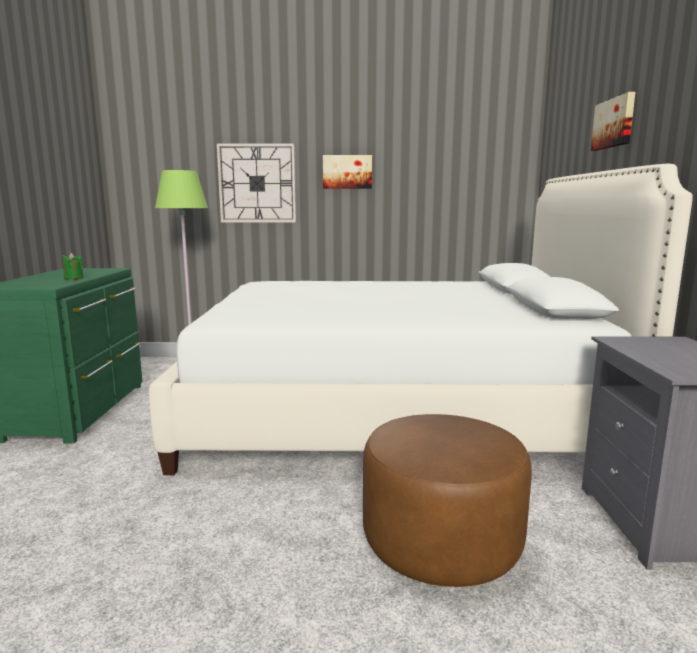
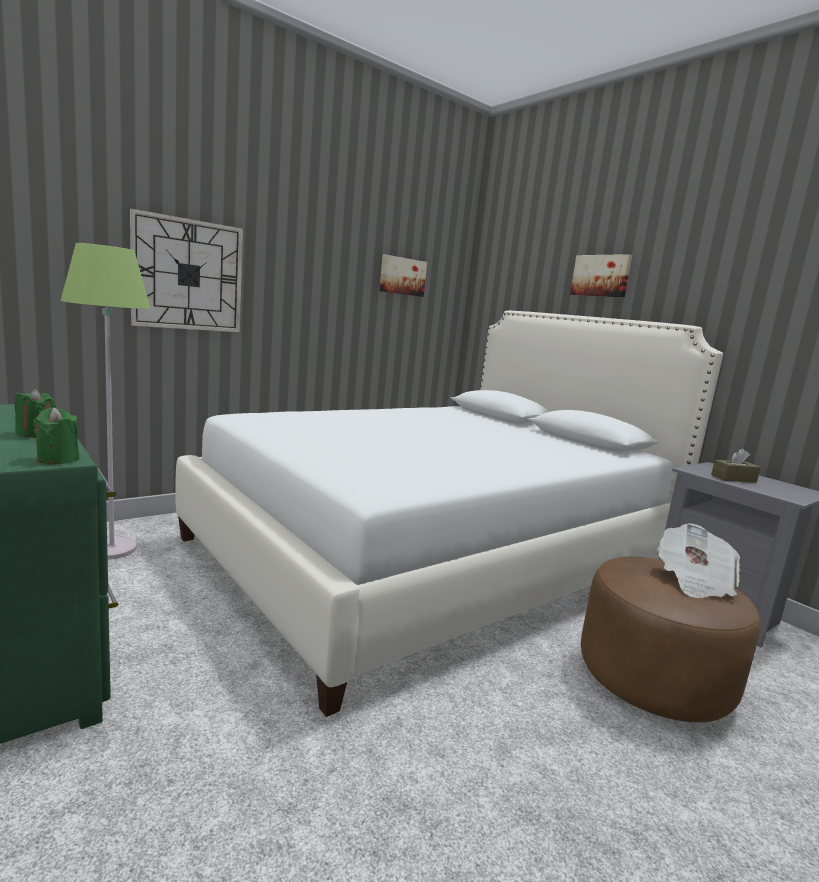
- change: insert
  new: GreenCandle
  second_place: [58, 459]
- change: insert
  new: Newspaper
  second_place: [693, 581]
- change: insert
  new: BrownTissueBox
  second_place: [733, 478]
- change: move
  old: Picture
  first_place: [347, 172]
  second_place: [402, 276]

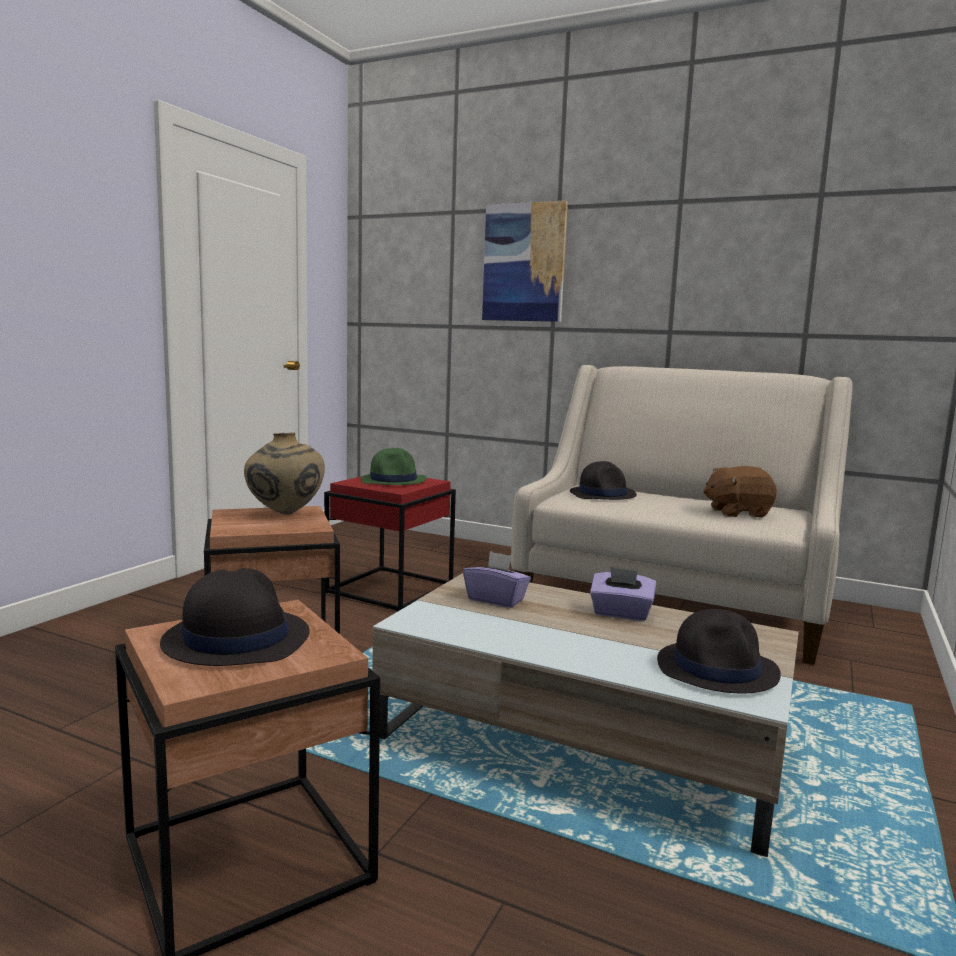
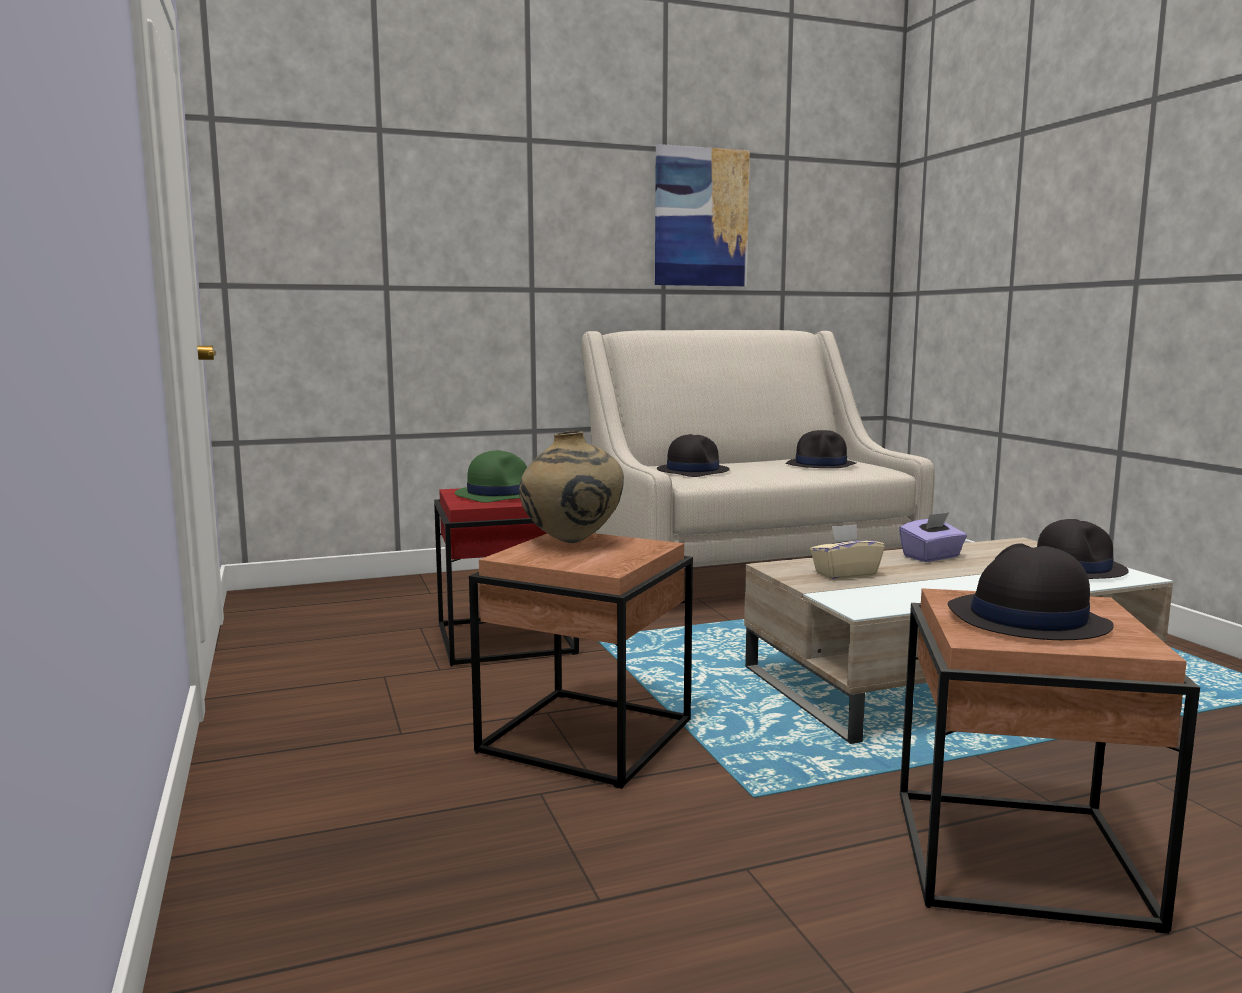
- change: move
  old: Picture
  first_place: [524, 263]
  second_place: [701, 217]
- change: replace
  old: BrownPlushToy
  new: BlackHat
  first_place: [737, 513]
  second_place: [821, 465]
- change: recolor
  old: PurpleTissueBox
  new: BeigeTissueBox
  first_place: [496, 599]
  second_place: [845, 574]

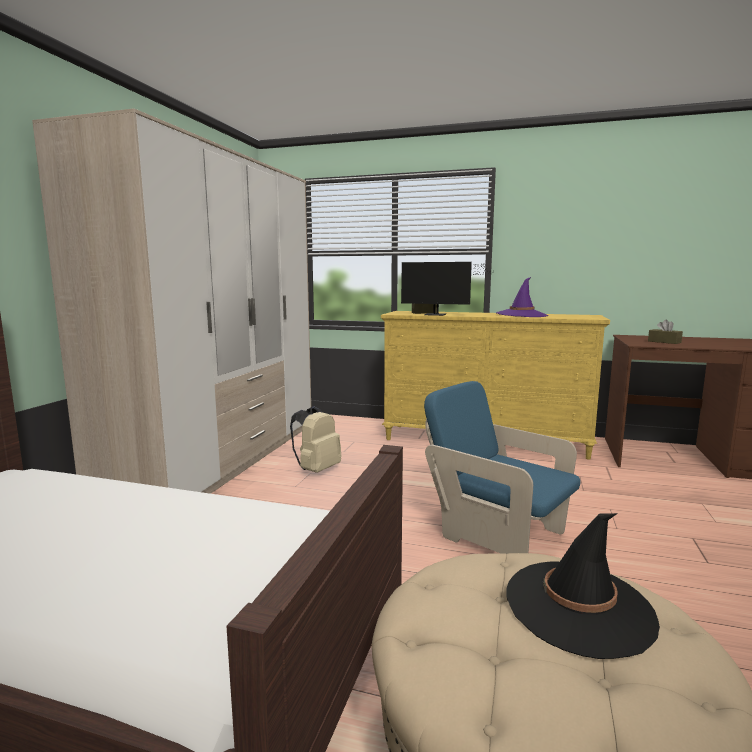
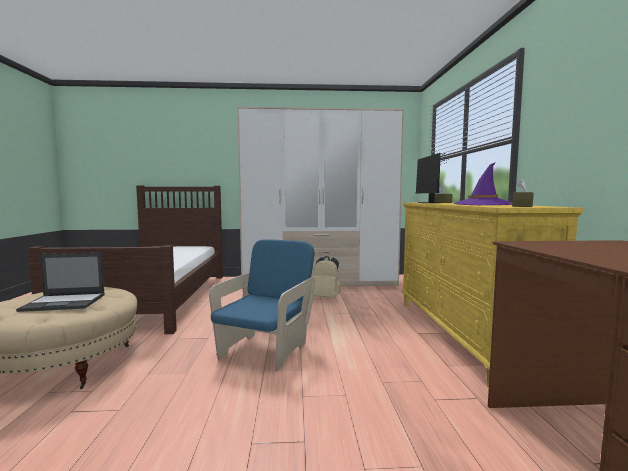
- change: move
  old: BrownTissueBox
  first_place: [664, 342]
  second_place: [522, 206]
- change: replace
  old: BlackHat
  new: Laptop
  first_place: [579, 607]
  second_place: [65, 302]

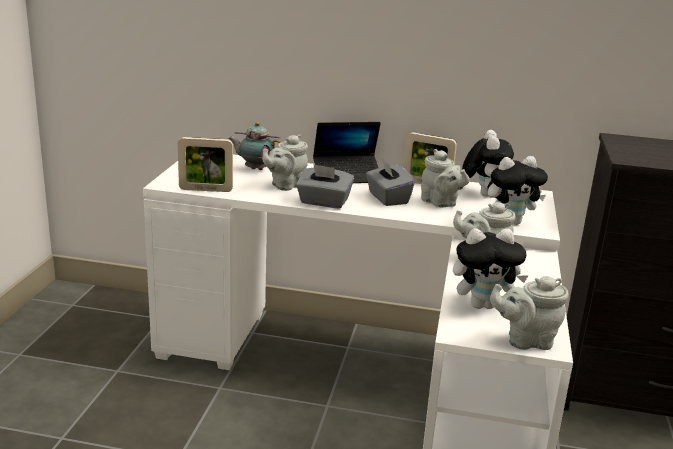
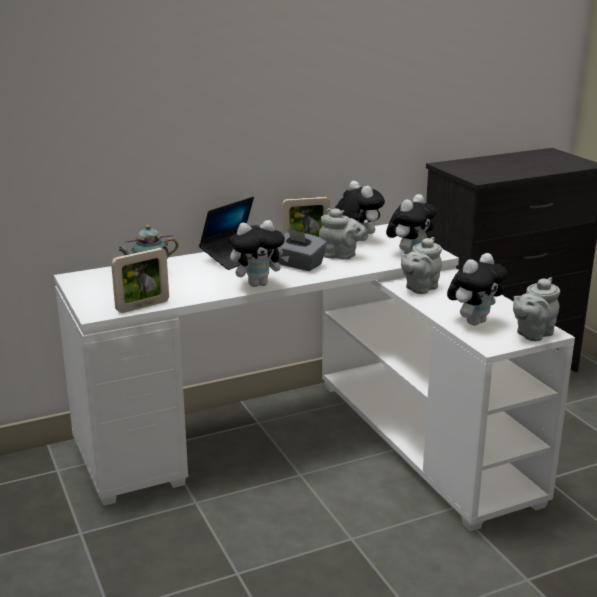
- change: delete
  old: GreyTeapot
  first_place: [285, 185]
- change: replace
  old: GreyTissueBox
  new: PlushToy
  first_place: [323, 202]
  second_place: [258, 284]

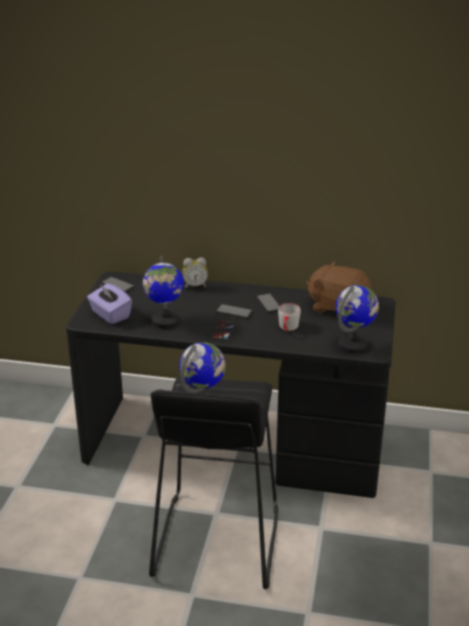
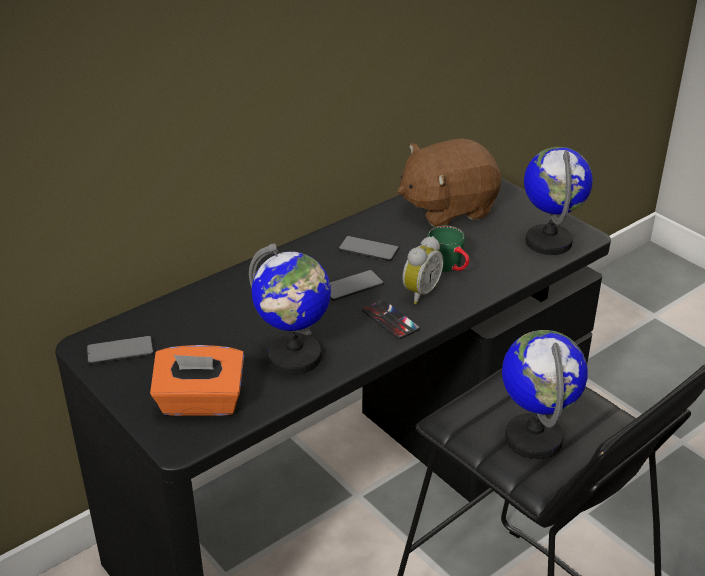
- change: move
  old: AlarmClock
  first_place: [195, 286]
  second_place: [419, 292]
- change: recolor
  old: PurpleTissueBox
  new: OrangeTissueBox
  first_place: [110, 315]
  second_place: [200, 403]
- change: recolor
  old: GreyMug
  new: GreenMug
  first_place: [288, 328]
  second_place: [450, 266]

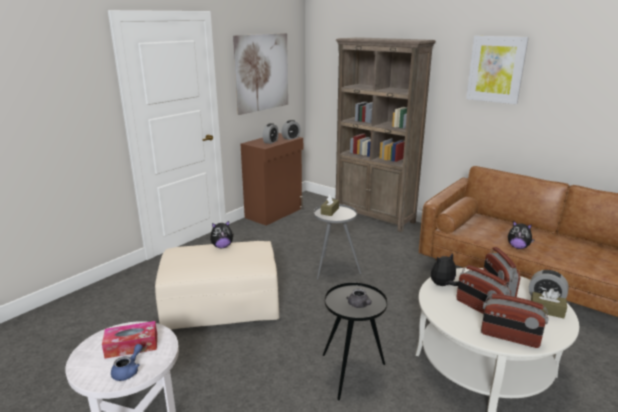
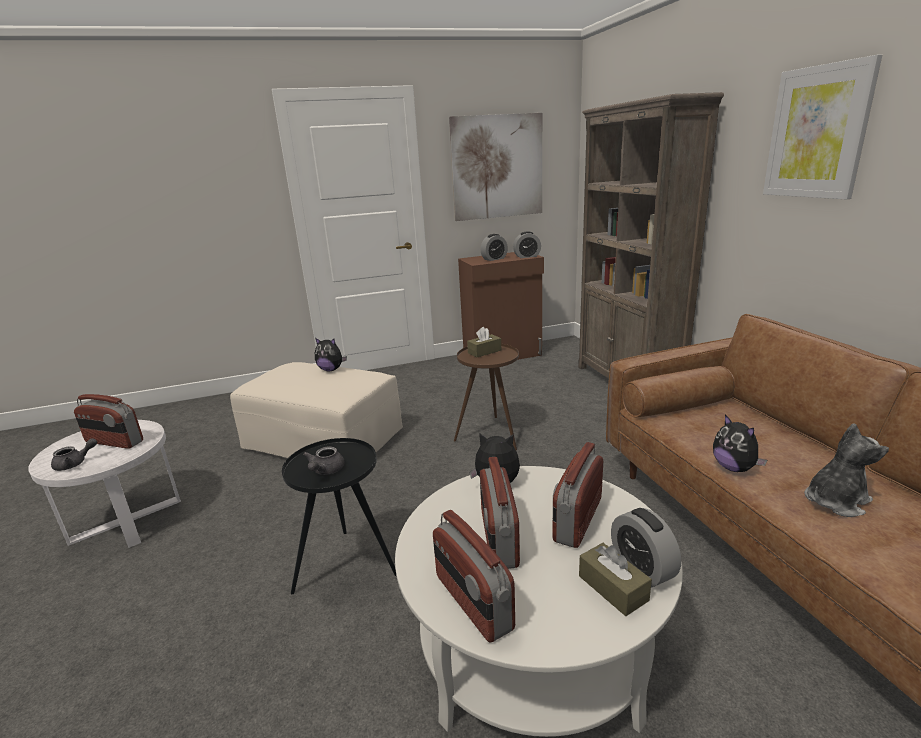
- change: insert
  new: PlushToy
  second_place: [835, 501]
- change: replace
  old: TissueBox
  new: Radio
  first_place: [132, 346]
  second_place: [114, 442]
- change: recolor
  old: BlueTeapot
  new: GreyTeapot
  first_place: [128, 371]
  second_place: [75, 464]
- change: recolor
  old: GreySideTable
  new: BrownSideTable
  first_place: [334, 268]
  second_place: [491, 434]

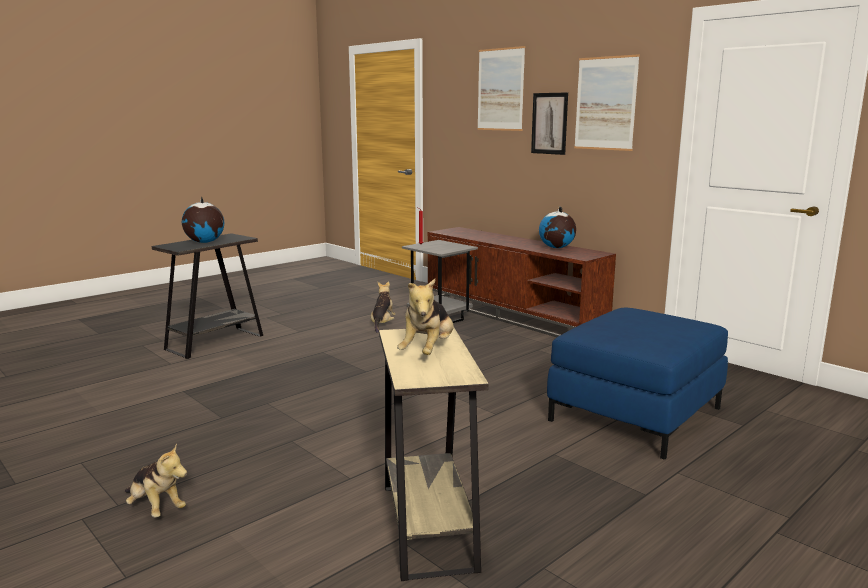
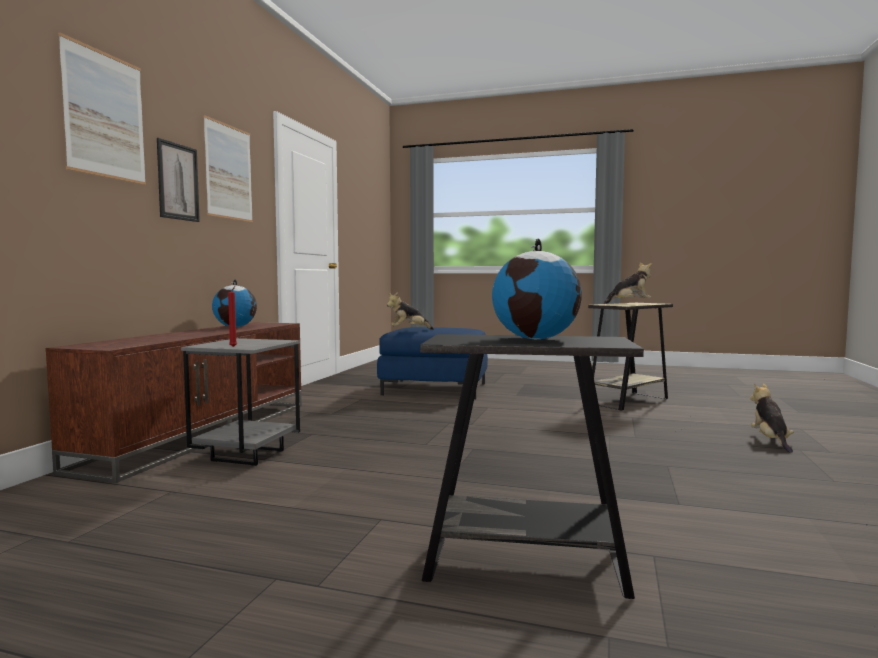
- change: move
  old: PlushToy
  first_place: [382, 324]
  second_place: [408, 330]

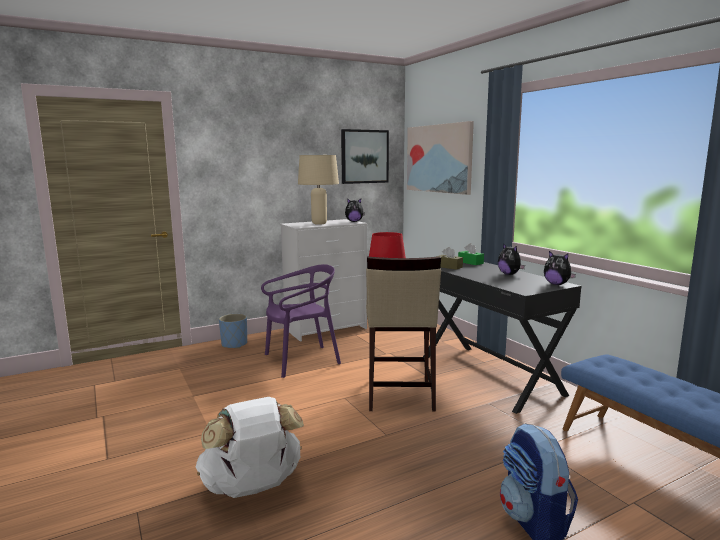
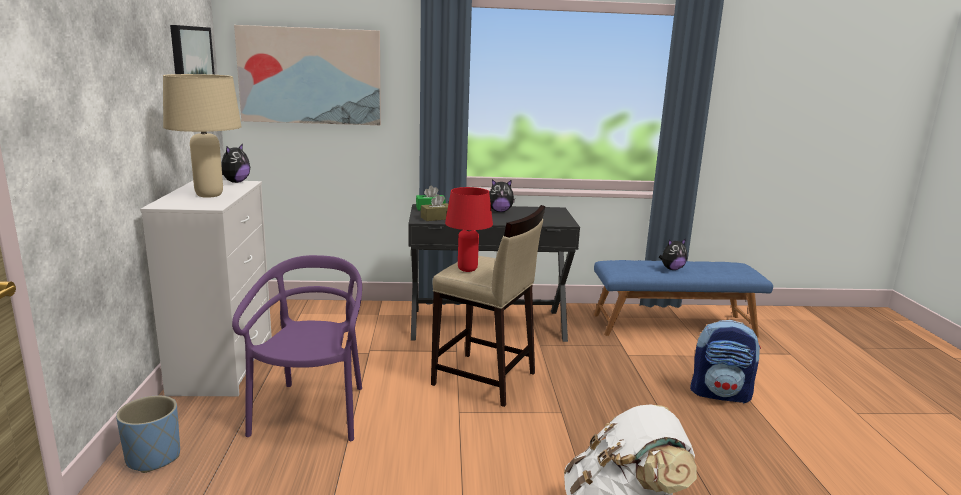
- change: move
  old: PlushToy
  first_place: [557, 284]
  second_place: [672, 269]

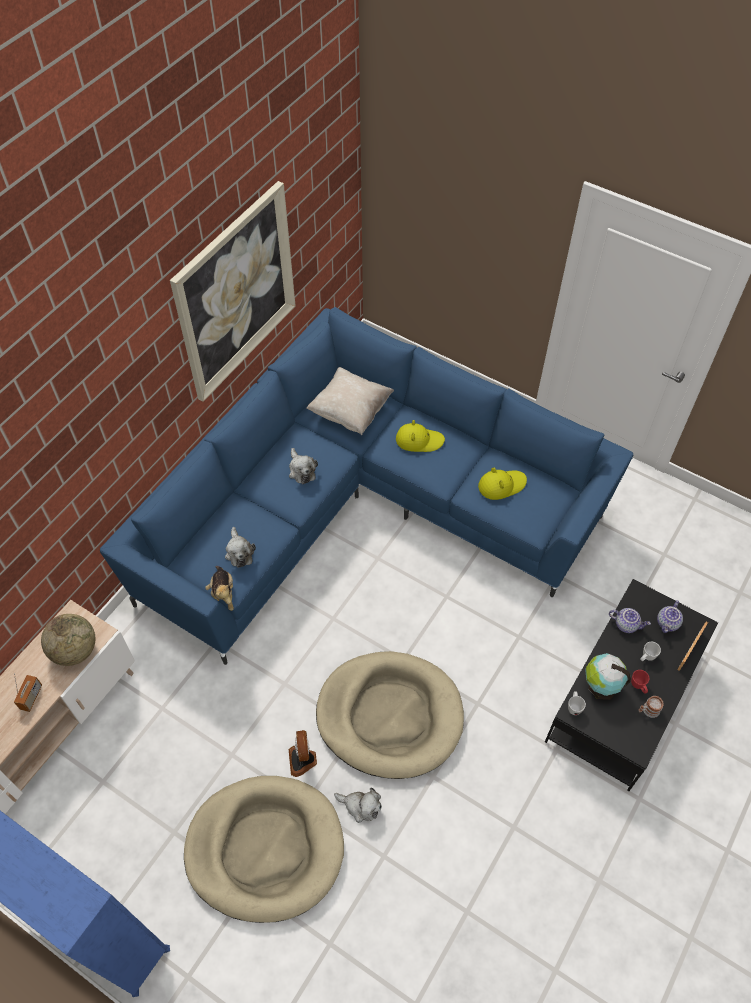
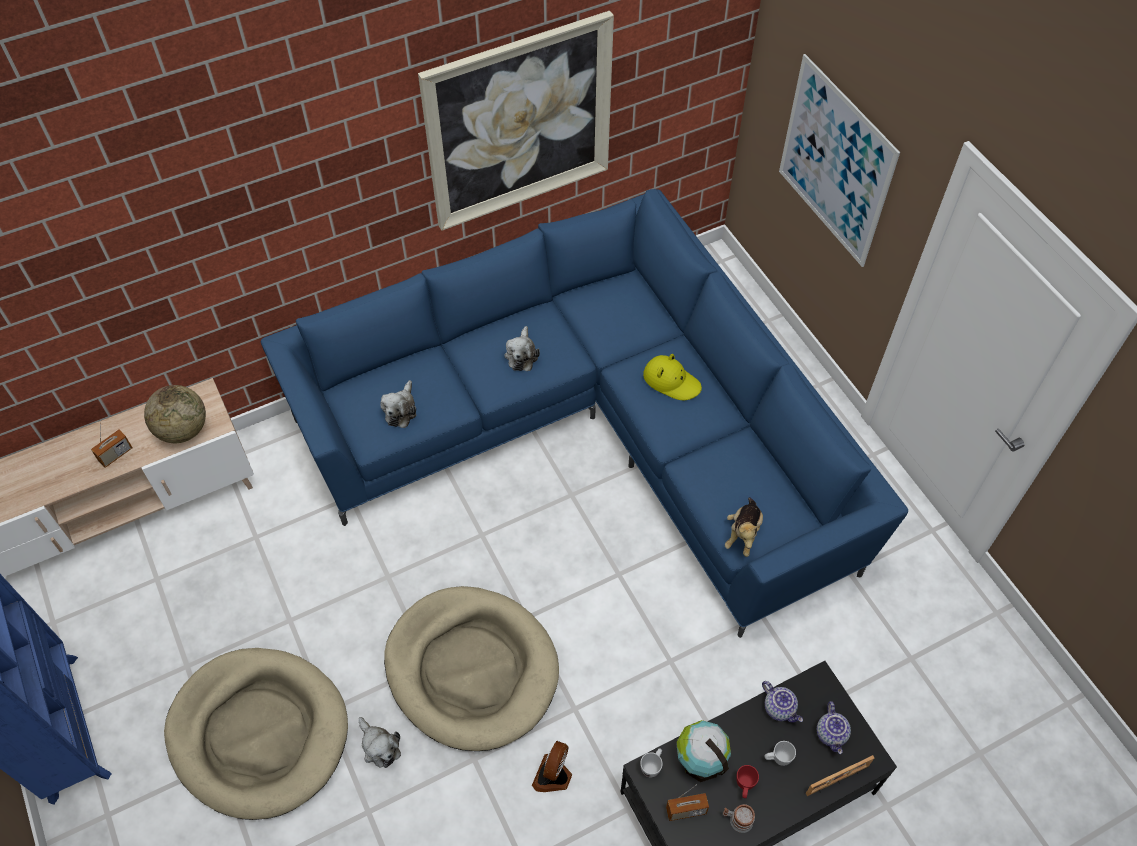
- change: delete
  old: BeigePillow
  first_place: [350, 411]
- change: delete
  old: YellowHat
  first_place: [501, 485]
- change: insert
  new: Radio
  second_place: [686, 811]
- change: insert
  new: Picture
  second_place: [835, 162]
- change: move
  old: PlushToy
  first_place: [223, 594]
  second_place: [743, 533]
- change: move
  old: Fan
  first_place: [303, 760]
  second_place: [553, 776]
- change: rotate
  old: Teapot
  first_place: [668, 623]
  second_place: [832, 734]
  degrees: -60

